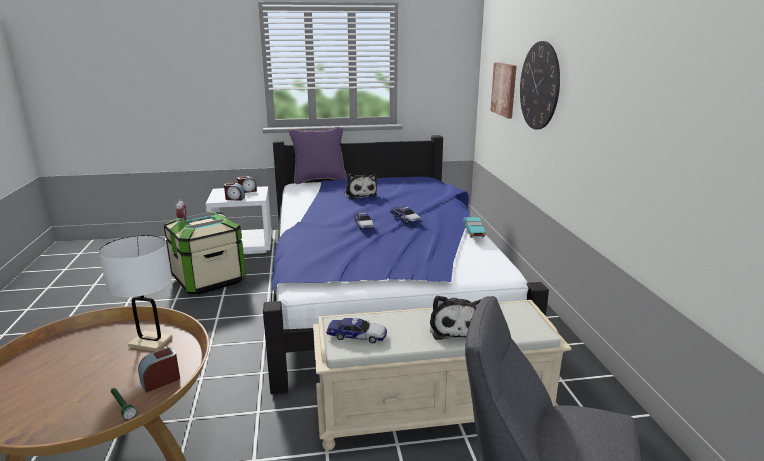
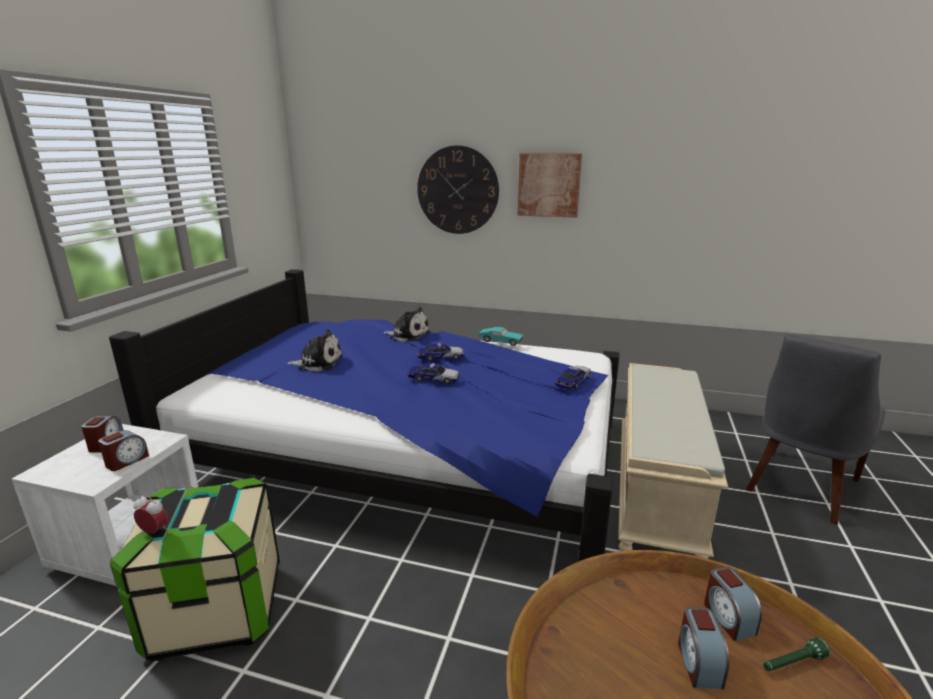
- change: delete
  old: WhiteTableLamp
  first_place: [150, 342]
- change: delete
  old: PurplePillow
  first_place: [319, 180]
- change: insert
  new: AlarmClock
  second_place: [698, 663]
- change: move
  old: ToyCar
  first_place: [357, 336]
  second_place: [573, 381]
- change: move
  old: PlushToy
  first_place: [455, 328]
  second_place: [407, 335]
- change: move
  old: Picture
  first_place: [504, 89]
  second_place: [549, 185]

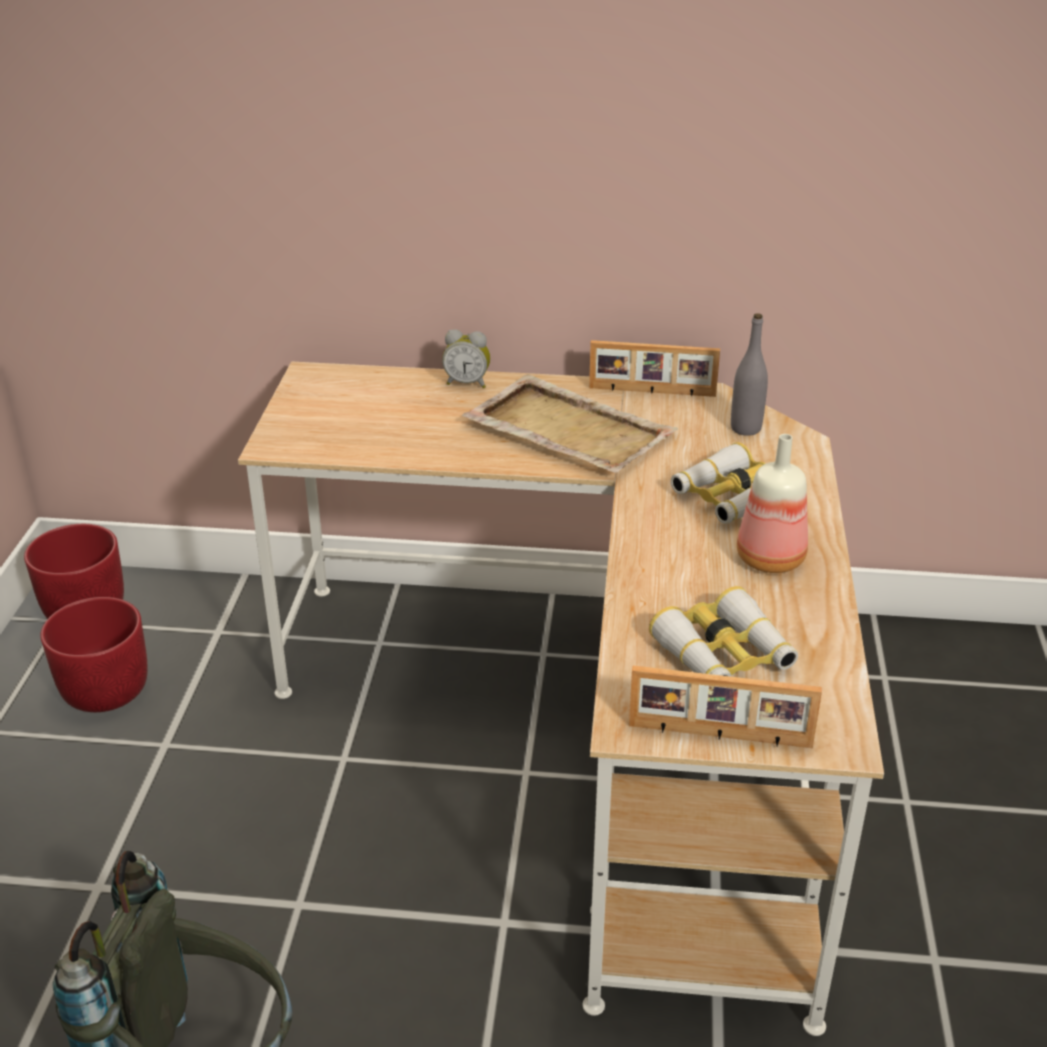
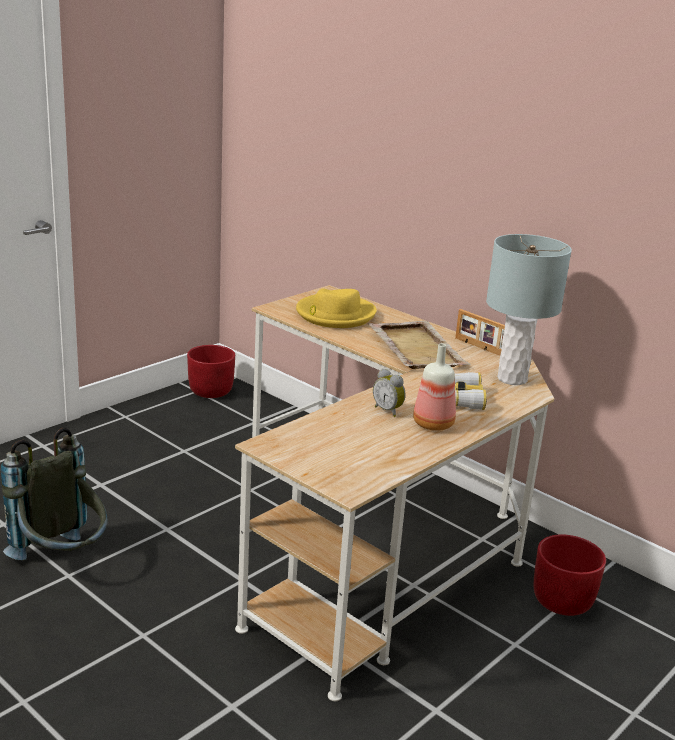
- change: delete
  old: PictureFrame
  first_place: [719, 736]
- change: delete
  old: Binoculars
  first_place: [723, 655]
- change: insert
  new: YellowHat
  second_place: [335, 314]
- change: move
  old: RedPlanter
  first_place: [106, 690]
  second_place: [562, 601]
- change: move
  old: AlarmClock
  first_place: [467, 383]
  second_place: [388, 410]
- change: replace
  old: GreyBottle
  new: GreyTableLamp
  first_place: [745, 428]
  second_place: [511, 379]

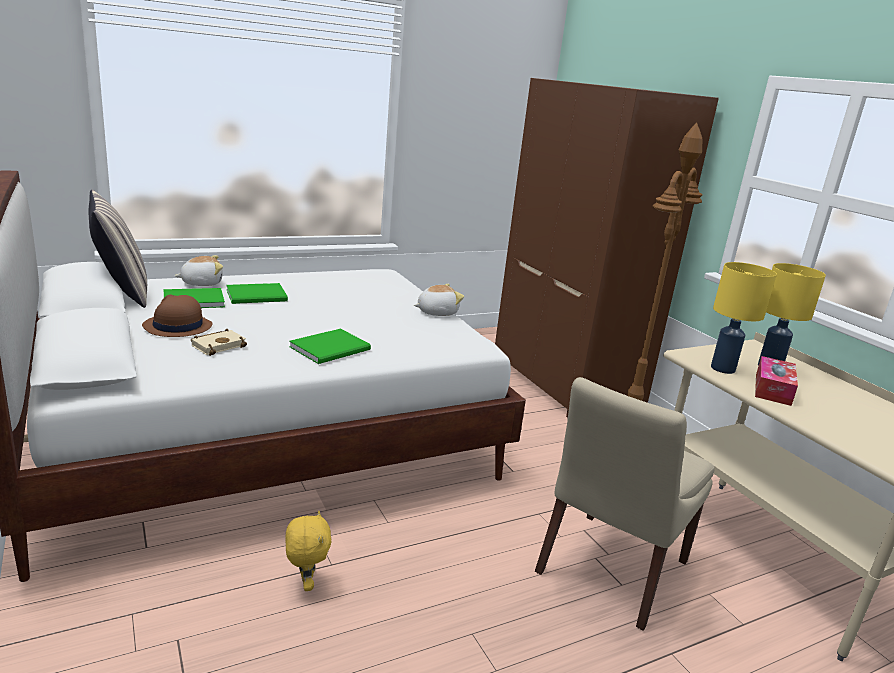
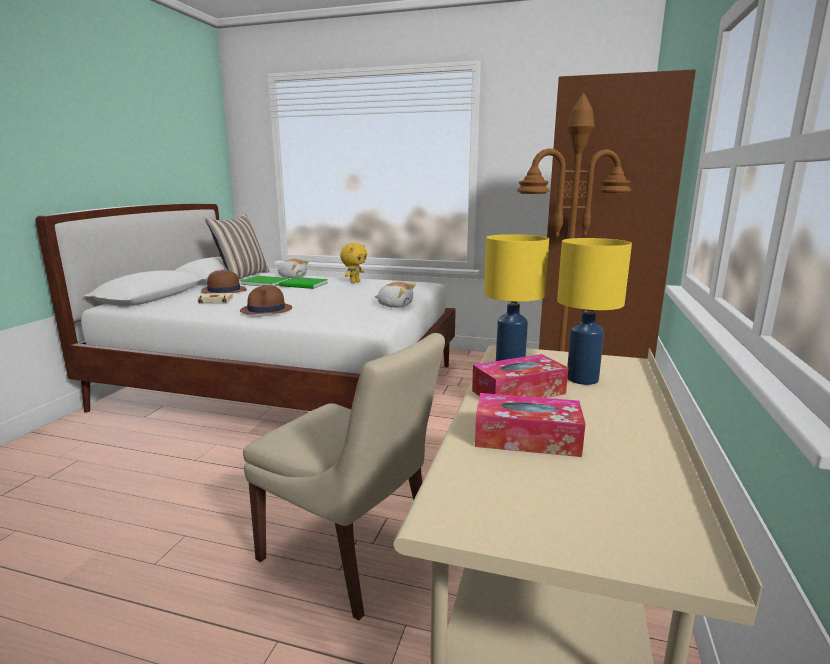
- change: insert
  new: TissueBox
  second_place: [527, 438]
- change: move
  old: YellowPlushToy
  first_place: [306, 583]
  second_place: [354, 282]
- change: replace
  old: GreenBook
  new: BrownHat
  first_place: [333, 348]
  second_place: [266, 310]
- change: rotate
  old: BeigeChair
  first_place: [609, 570]
  second_place: [351, 554]
  degrees: -135

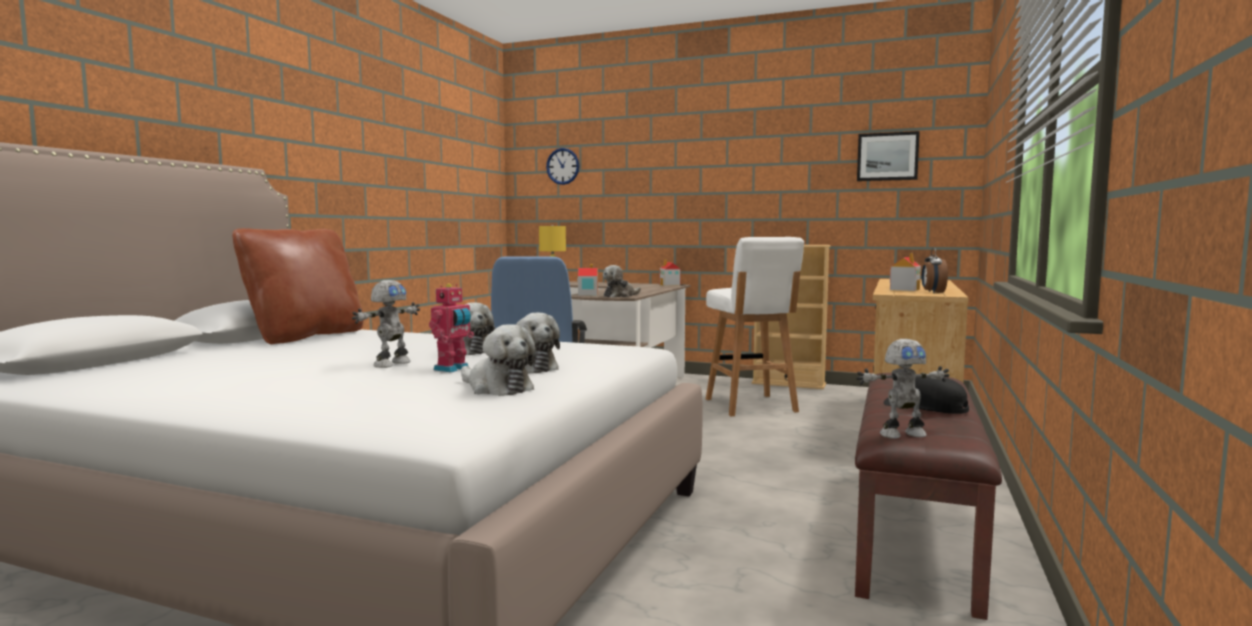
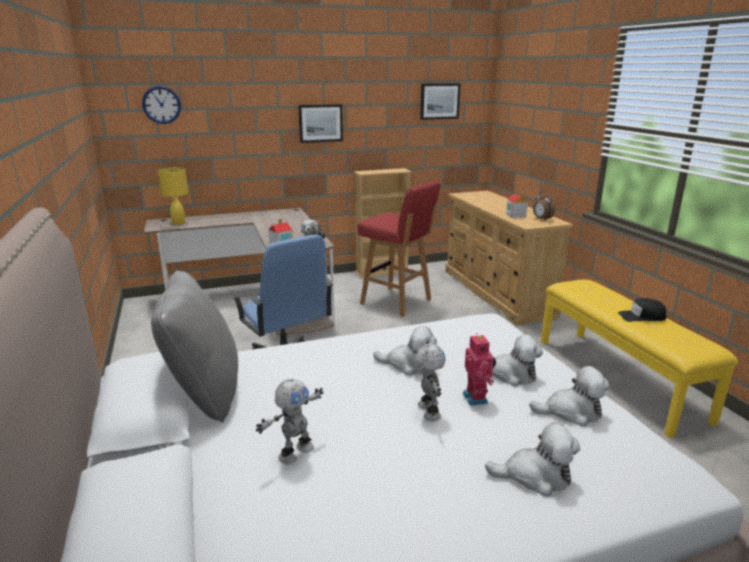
- change: delete
  old: ToyHouse
  first_place: [670, 285]
- change: insert
  new: Picture
  second_place: [320, 123]
- change: insert
  new: PlushToy
  second_place: [535, 476]
- change: move
  old: ToyRobot
  first_place: [901, 434]
  second_place: [295, 452]
- change: recolor
  old: BrownPillow
  new: GreyPillow
  first_place: [305, 336]
  second_place: [205, 393]
- change: recolor
  old: WhiteStool
  new: RedStool
  first_place: [751, 406]
  second_place: [397, 302]
- change: recolor
  old: BrownBench
  new: YellowBench
  first_place: [917, 529]
  second_place: [618, 378]

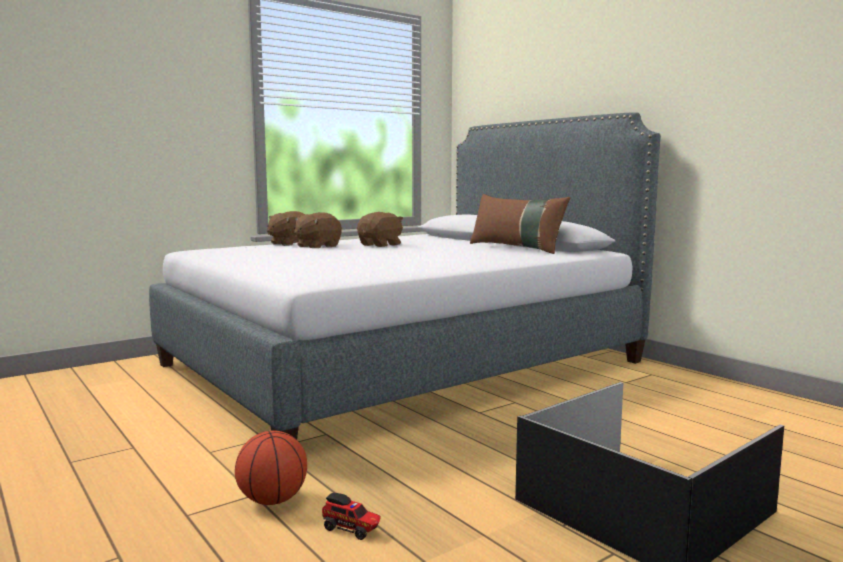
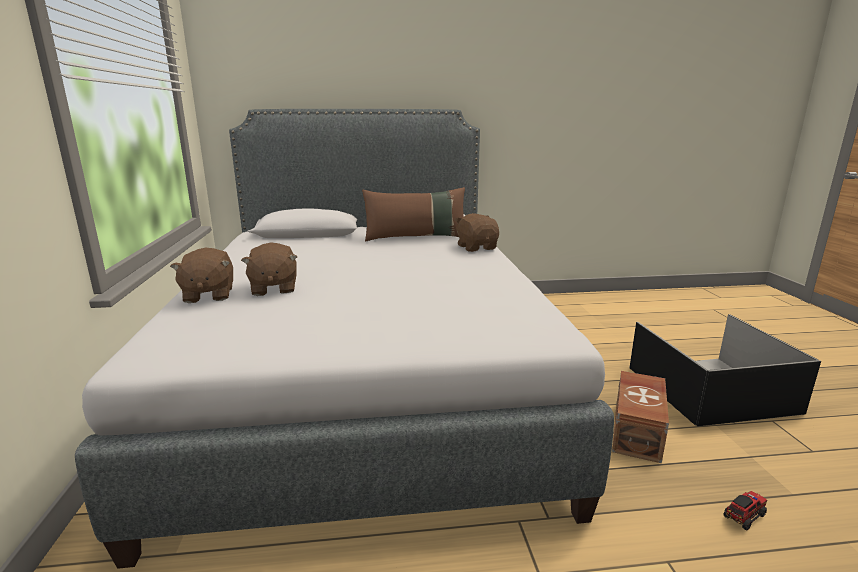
- change: delete
  old: Basketball
  first_place: [273, 500]
- change: insert
  new: BrownStorageBox
  second_place: [638, 431]
- change: move
  old: BrownPlushToy
  first_place: [381, 245]
  second_place: [477, 247]

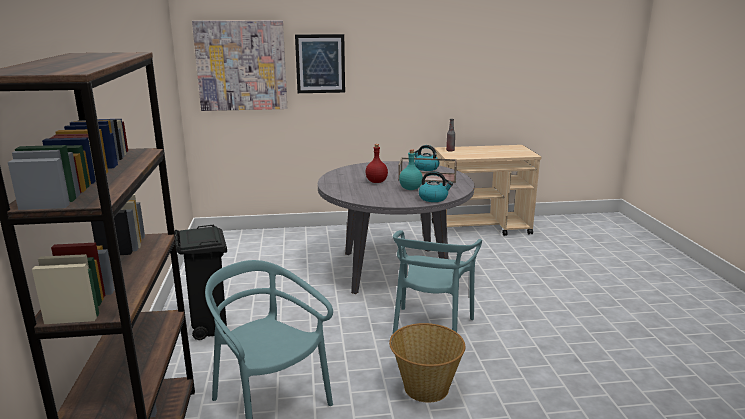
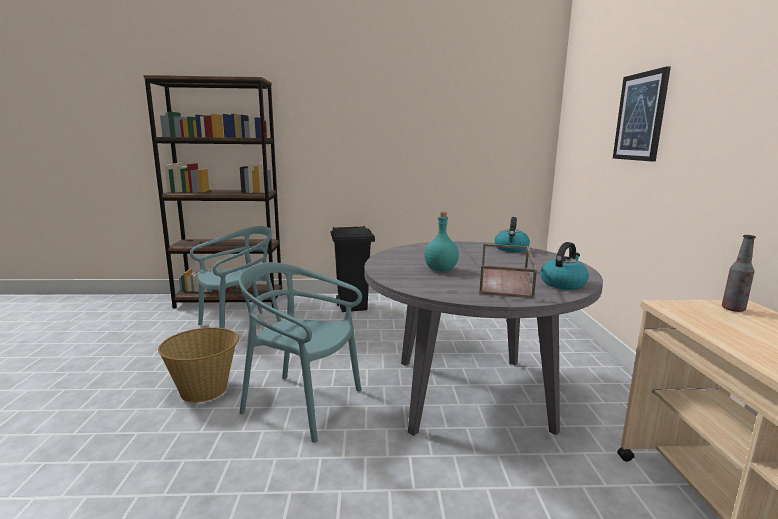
- change: delete
  old: Picture
  first_place: [241, 66]
- change: delete
  old: RedBottle
  first_place: [376, 182]
- change: move
  old: Kettle
  first_place: [433, 198]
  second_place: [511, 249]

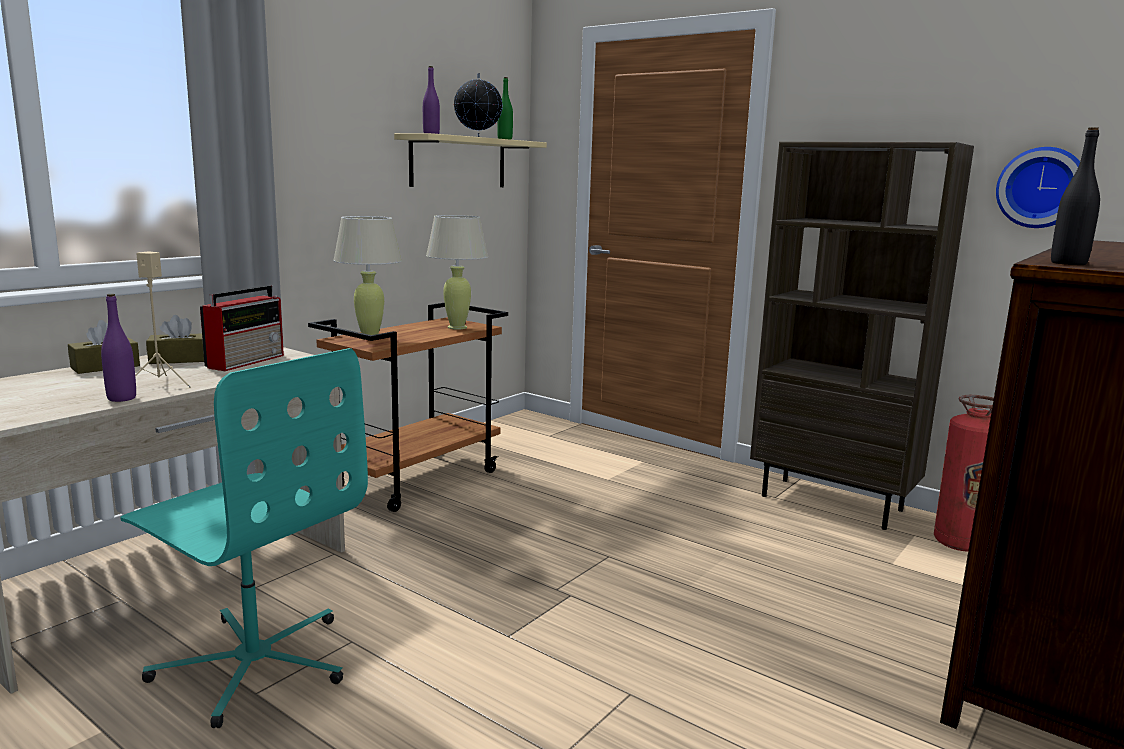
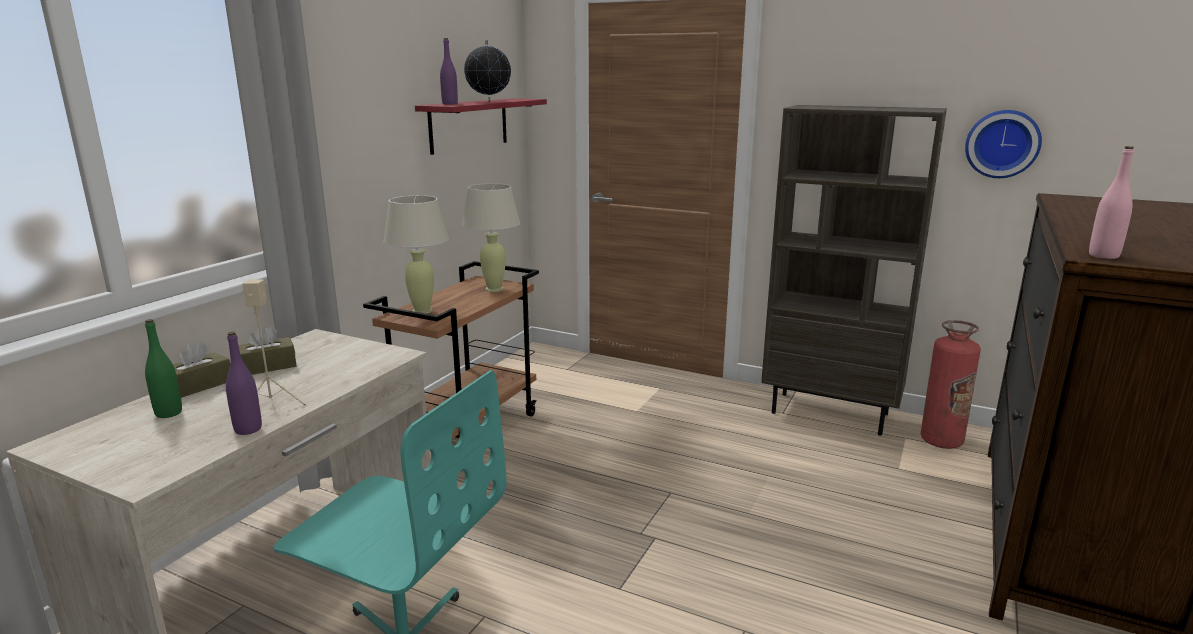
- change: delete
  old: Radio
  first_place: [247, 361]
- change: move
  old: GreenBottle
  first_place: [504, 139]
  second_place: [168, 413]
- change: recolor
  old: BeigeShelf
  new: RedShelf
  first_place: [458, 162]
  second_place: [469, 125]
- change: recolor
  old: BlackBottle
  new: PinkBottle
  first_place: [1068, 263]
  second_place: [1103, 256]

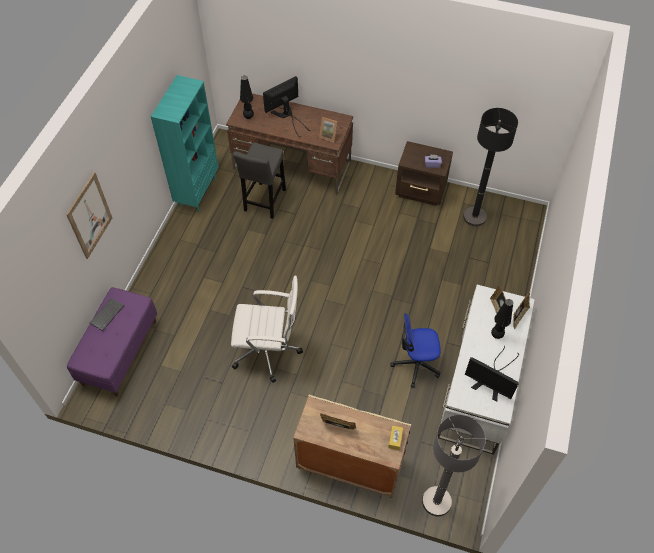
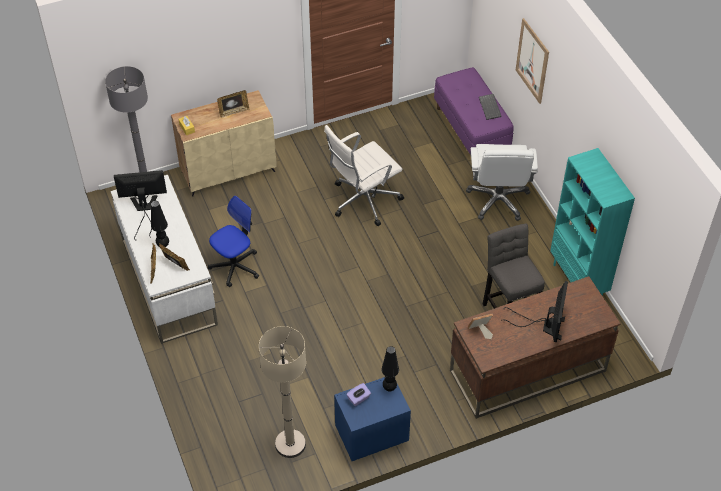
- change: insert
  new: WhiteOfficeChair
  second_place: [498, 200]
- change: move
  old: BlackTableLamp
  first_place: [248, 117]
  second_place: [389, 388]
- change: recolor
  old: BrownNightstand
  new: BlueNightstand
  first_place: [421, 191]
  second_place: [370, 435]
- change: recolor
  old: BlackFloorLamp
  new: BeigeFloorLamp
  first_place: [474, 217]
  second_place: [290, 444]

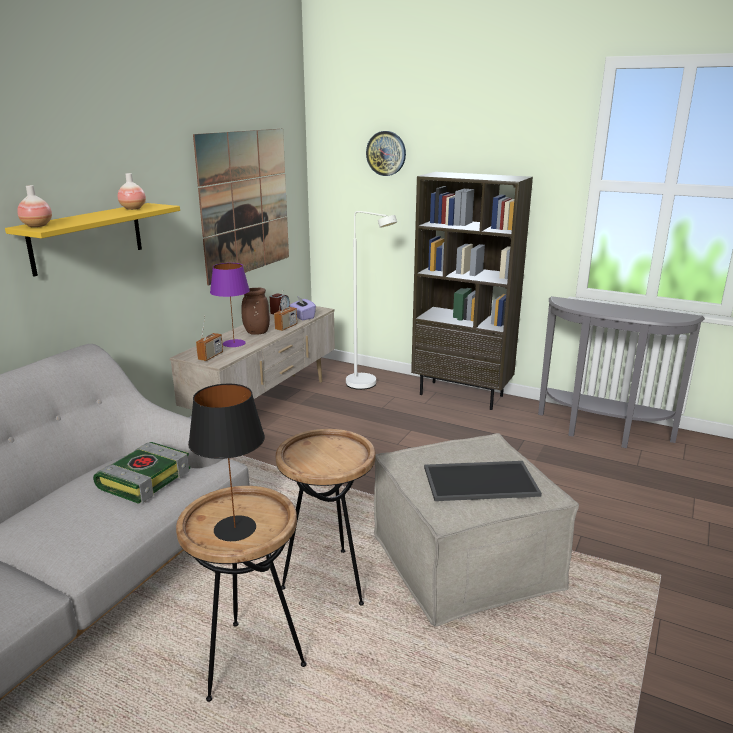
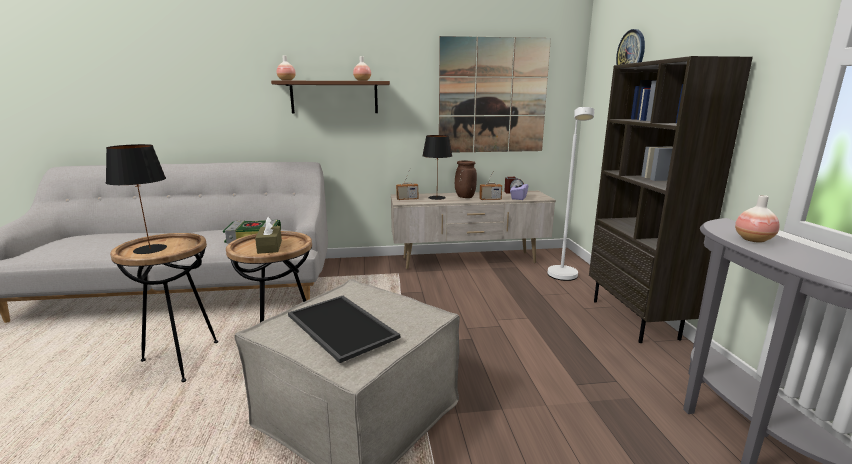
- change: insert
  new: BrownTissueBox
  second_place: [269, 246]
- change: insert
  new: Vase
  second_place: [753, 240]
- change: recolor
  old: YellowShelf
  new: BrownShelf
  first_place: [87, 238]
  second_place: [334, 97]
- change: recolor
  old: PurpleTableLamp
  new: BlackTableLamp
  first_place: [234, 343]
  second_place: [437, 198]

